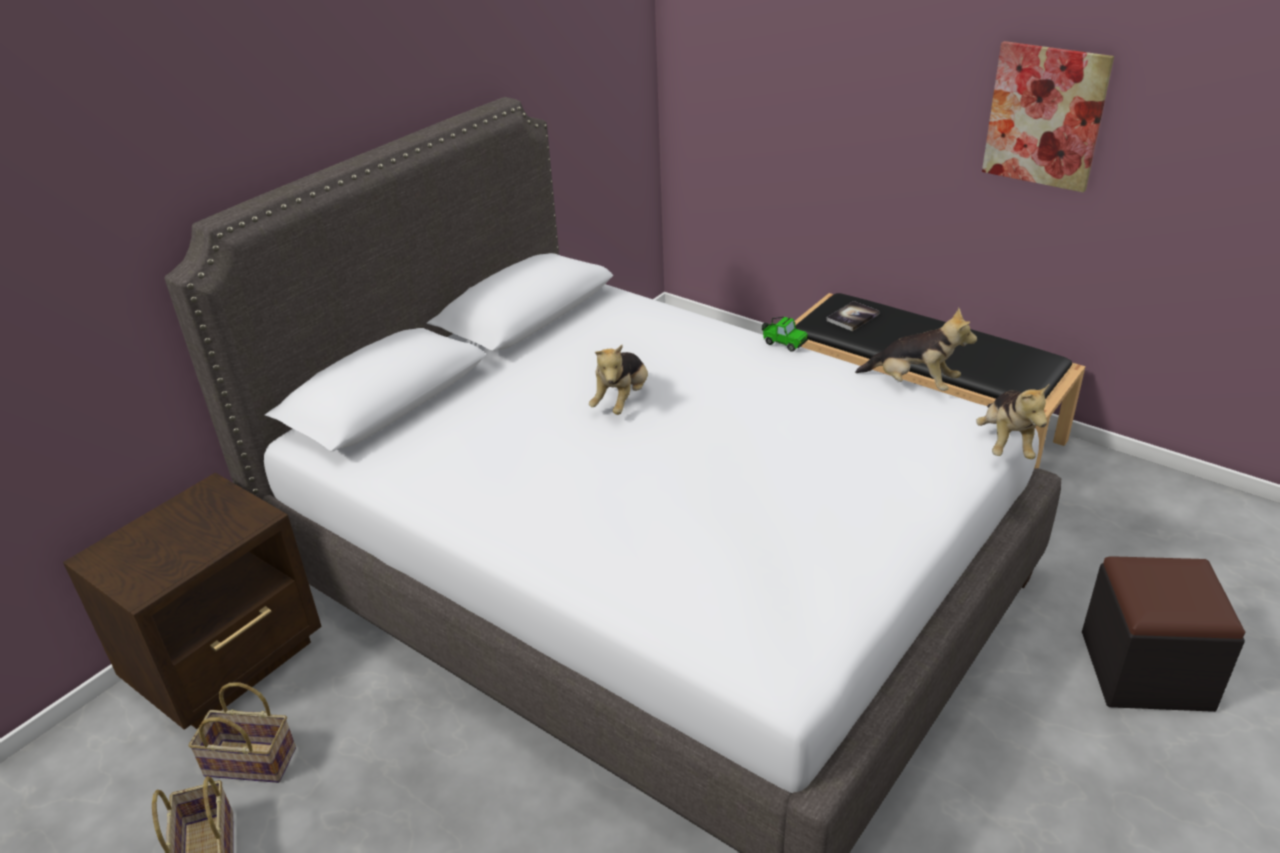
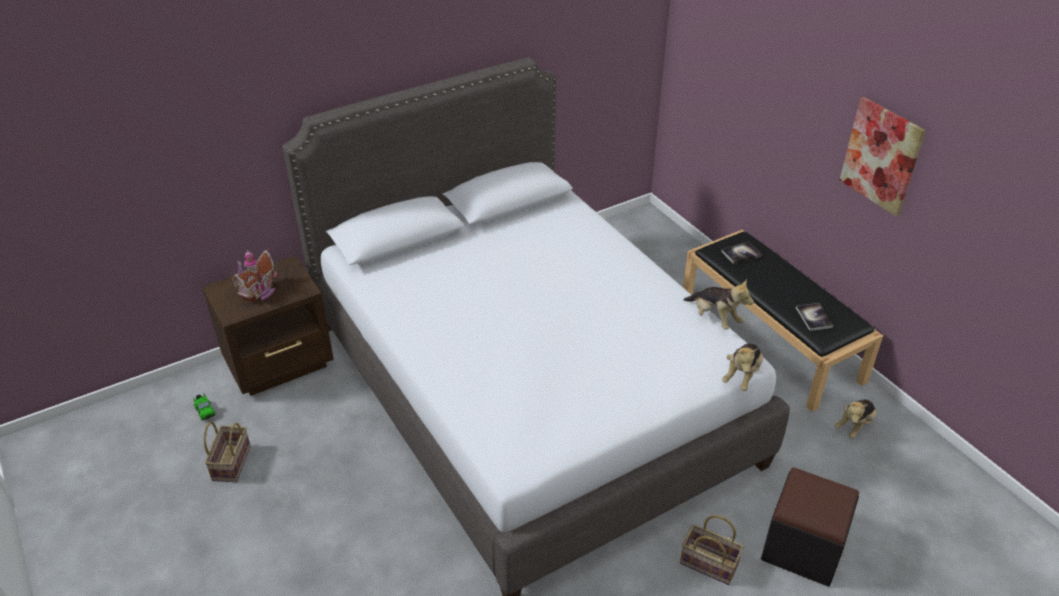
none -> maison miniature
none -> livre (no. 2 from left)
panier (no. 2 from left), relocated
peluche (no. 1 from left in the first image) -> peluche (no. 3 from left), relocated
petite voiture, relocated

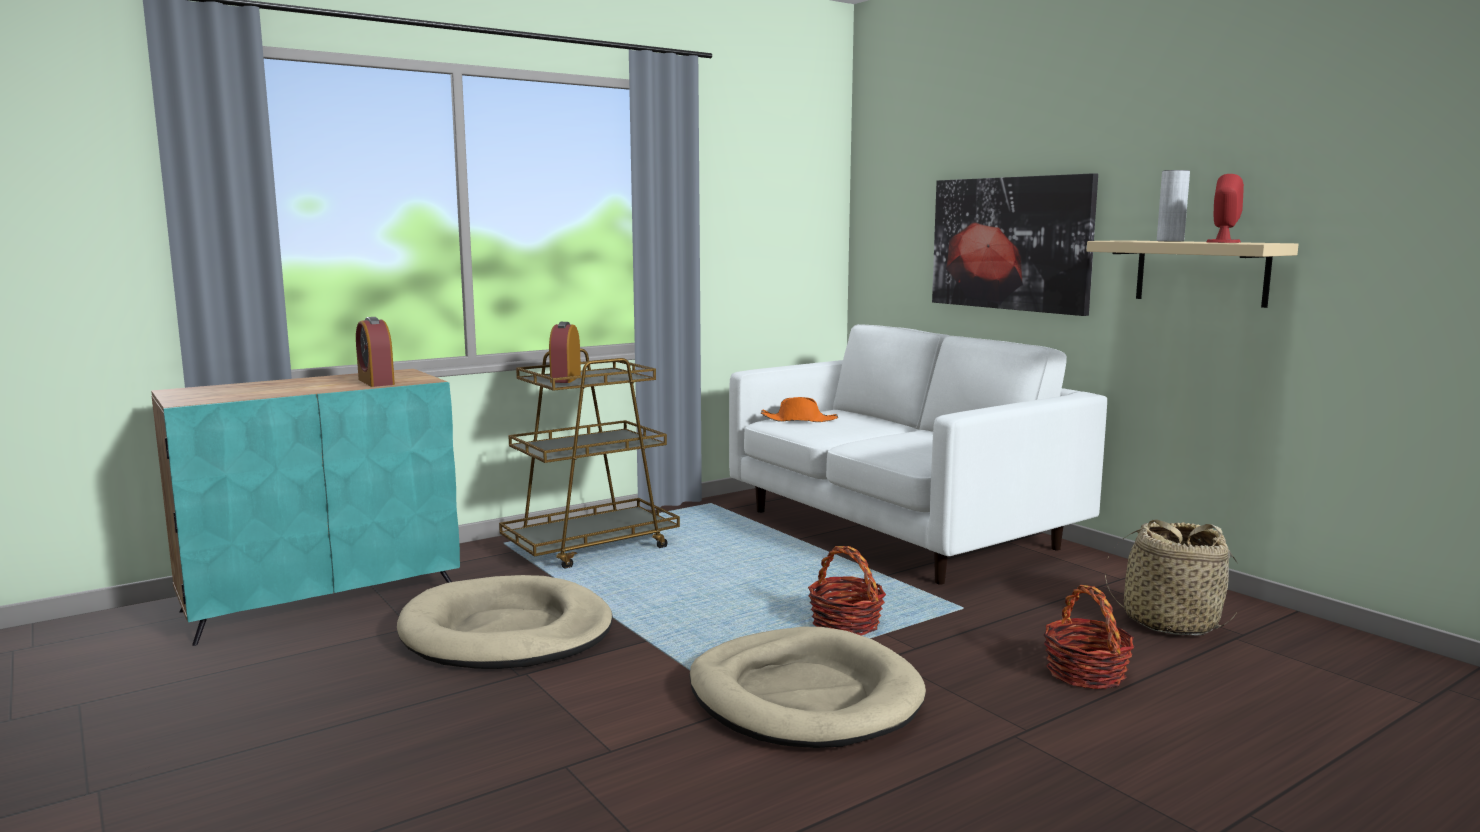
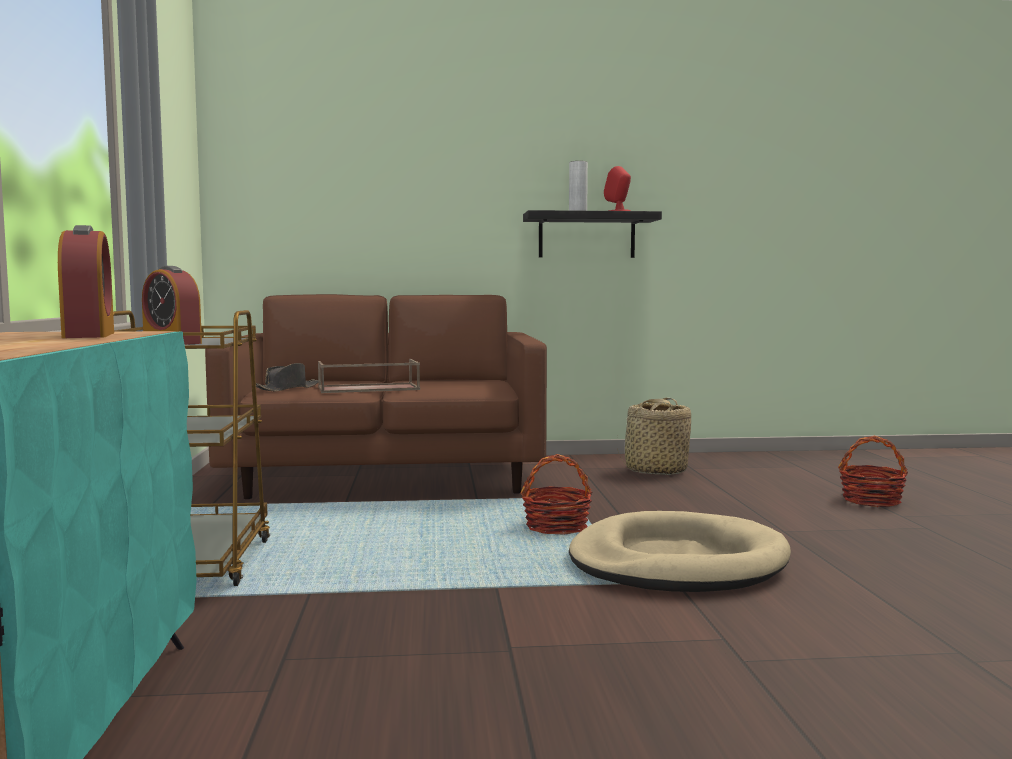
panier pour chien/beige (no. 1 from left) -> none
tableau -> none
none -> plateau/marron
panier (no. 2 from left in the first image) -> panier (no. 3 from left), relocated
canapé/blanc -> canapé/marron
chapeau/orange -> chapeau/noir
étagère/beige -> étagère/noir
réveil (no. 1 from left), 105 degrees counterclockwise

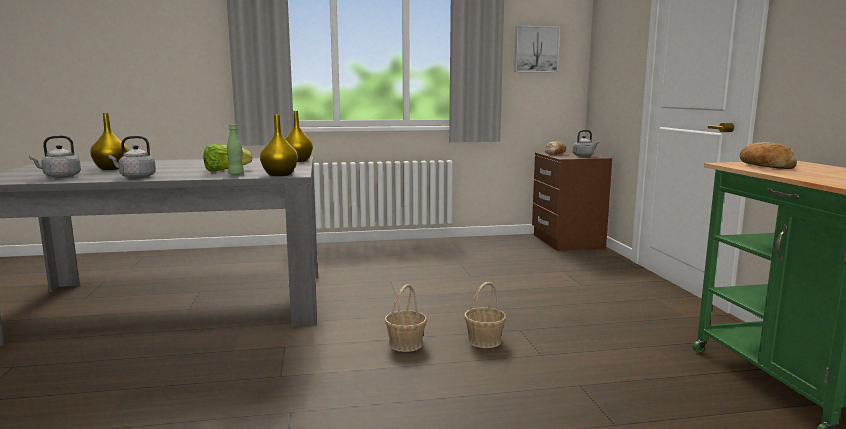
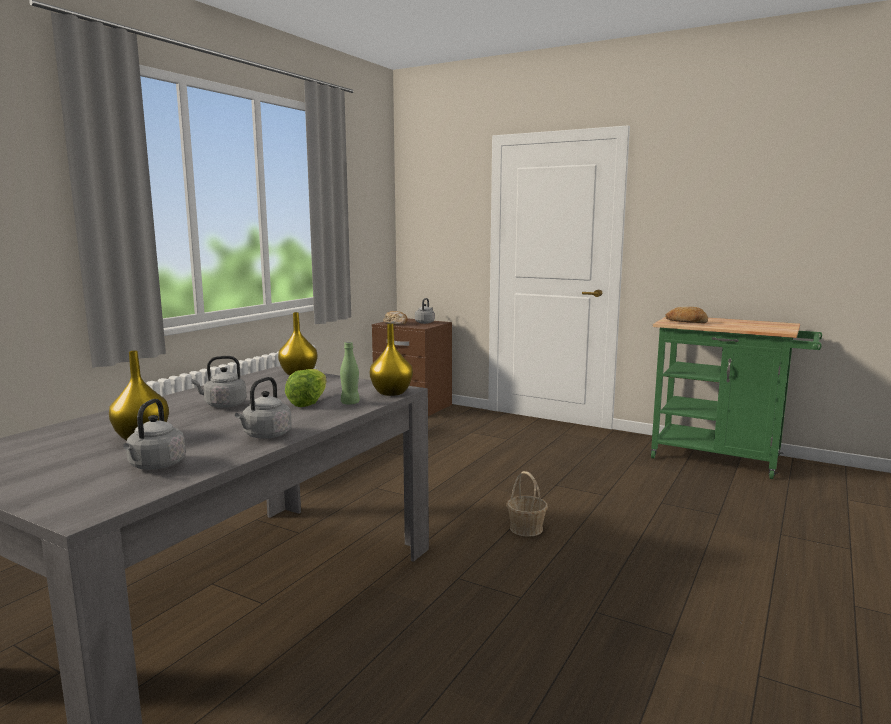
panier (no. 2 from left) -> none
tableau -> none
none -> bouilloire/gris (no. 2 from left)

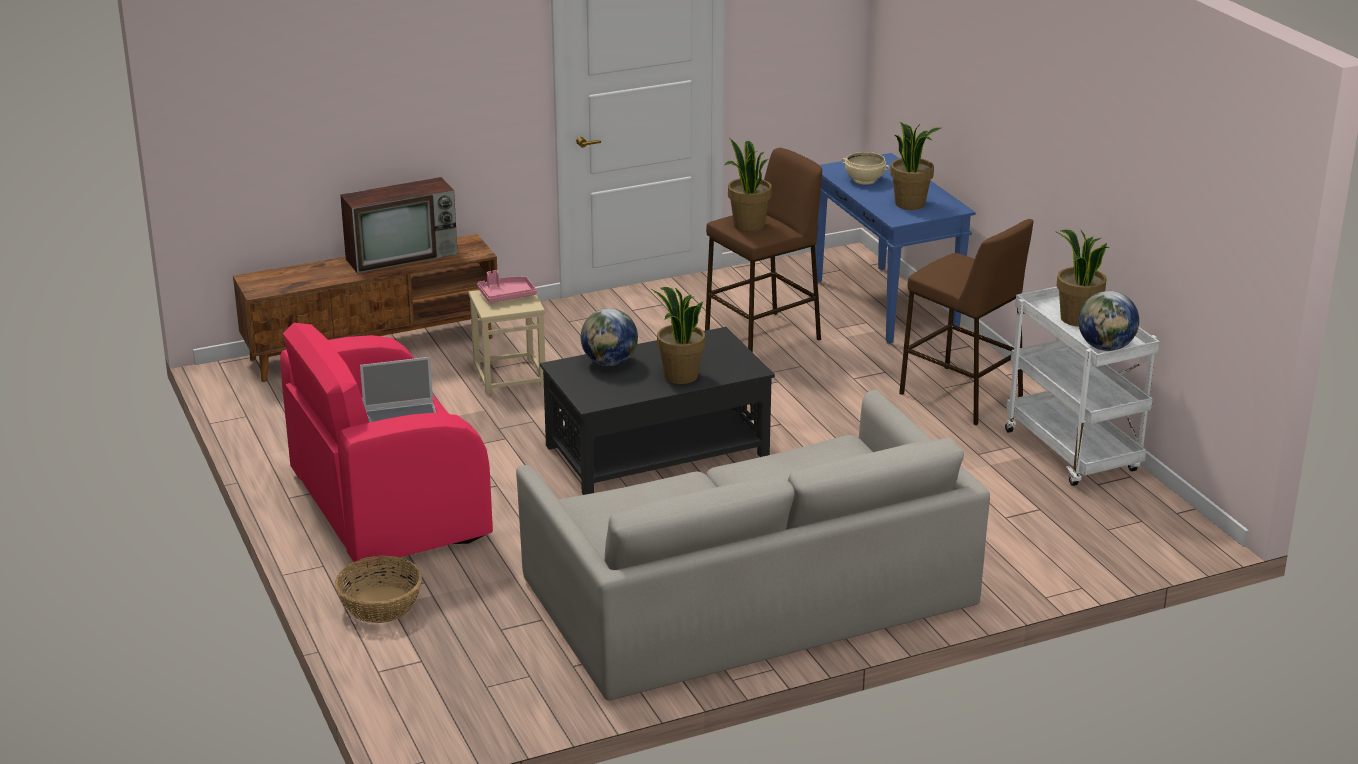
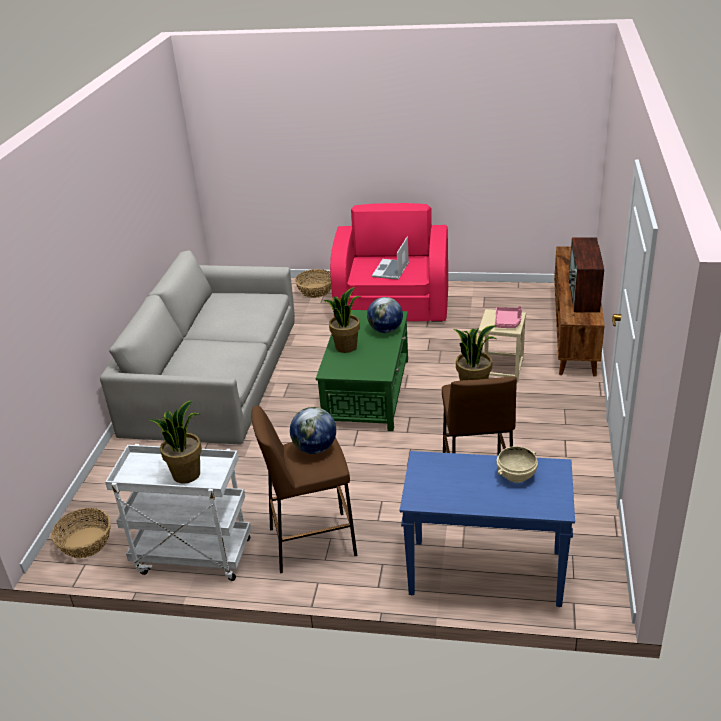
plante en pot (no. 3 from left) -> none
none -> panier (no. 1 from left)
globe (no. 2 from left in the first image) -> globe (no. 1 from left), relocated
table basse/noir -> table basse/vert

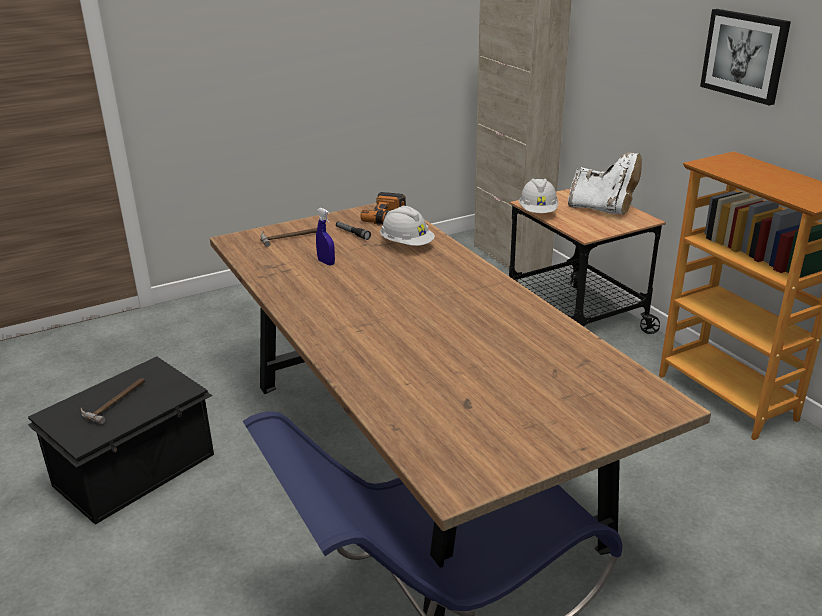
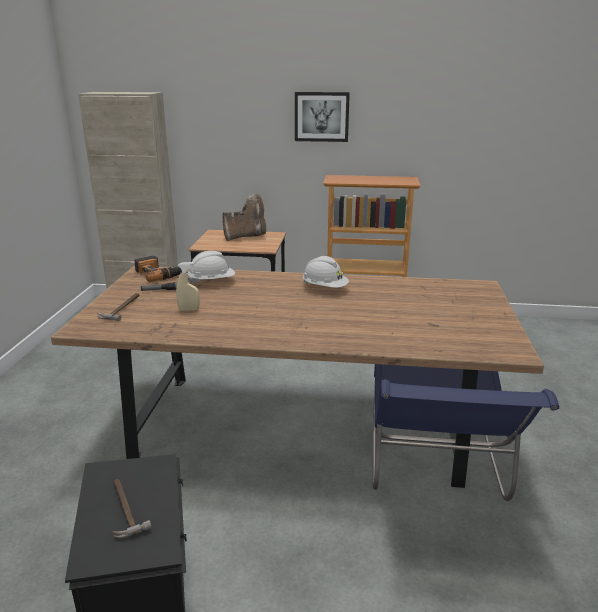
casque de chantier/blanc (no. 2 from left), relocated
vaporisateur/bleu -> vaporisateur/beige
botte/blanc -> botte/marron

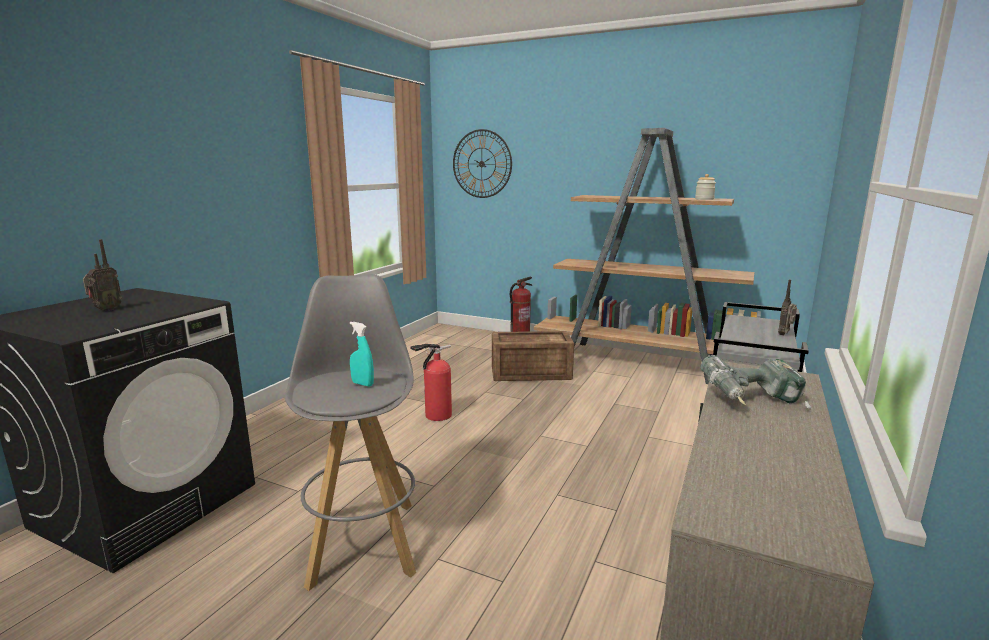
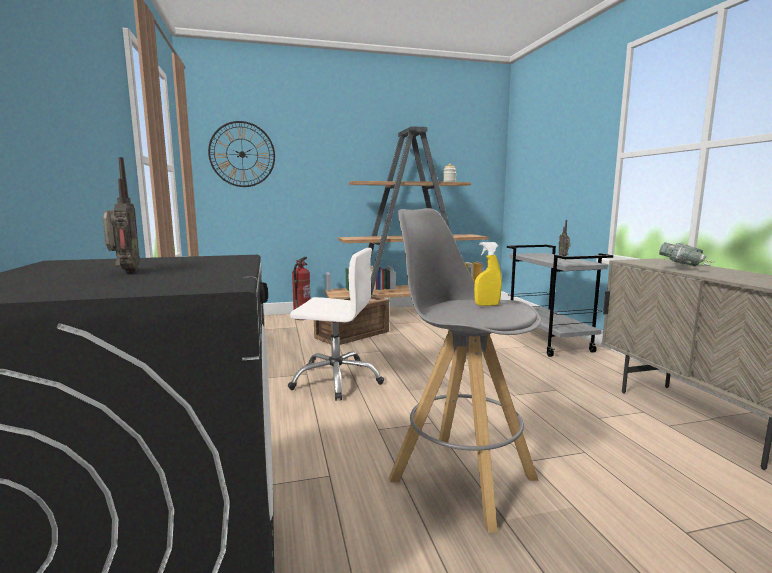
extincteur (no. 1 from left) -> chaise de bureau/blanc
vaporisateur/turquoise -> vaporisateur/jaune

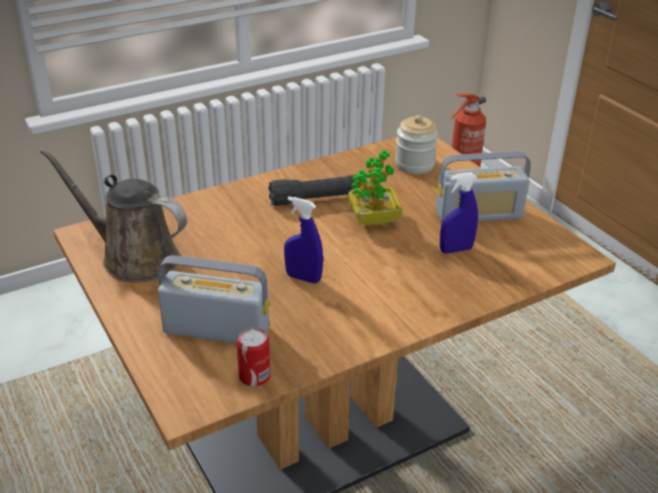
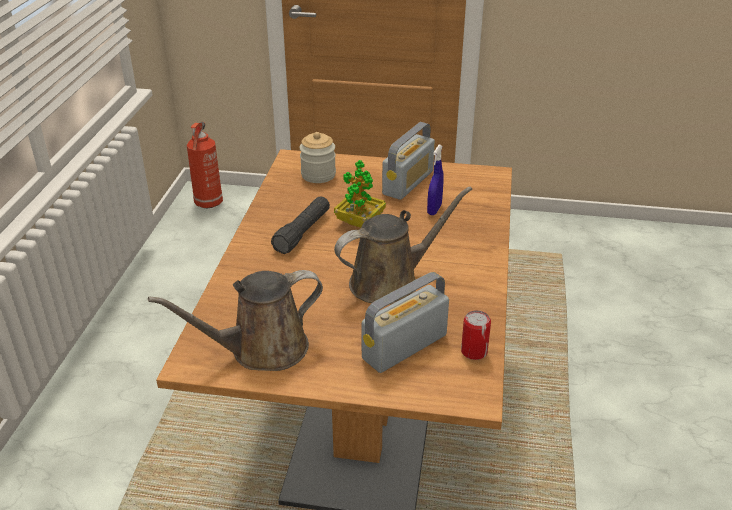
vaporisateur/bleu (no. 1 from left) -> arrosoir/marron (no. 2 from left)

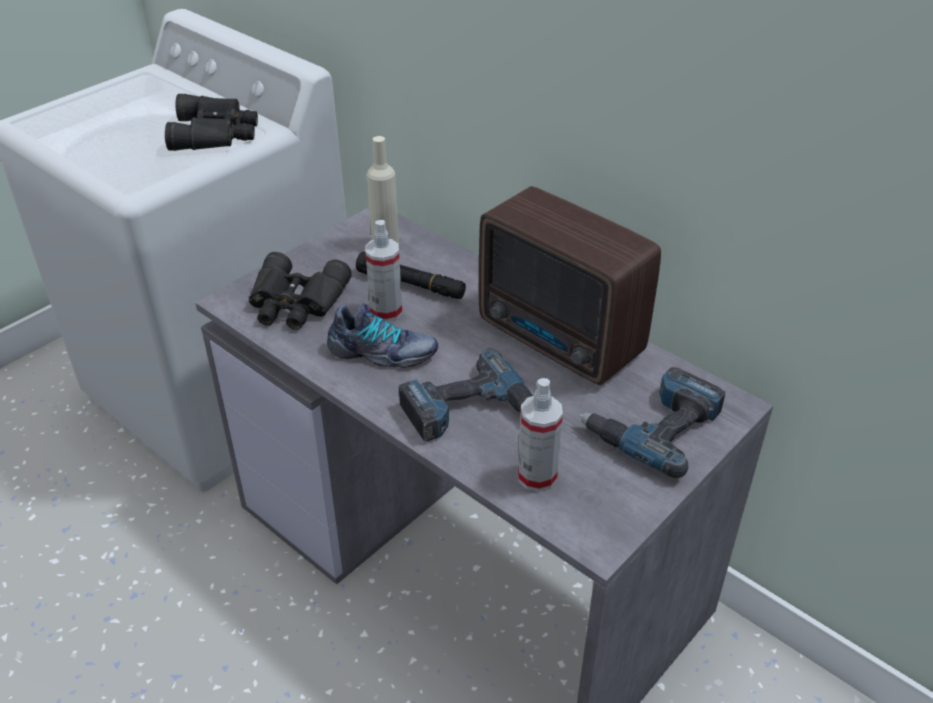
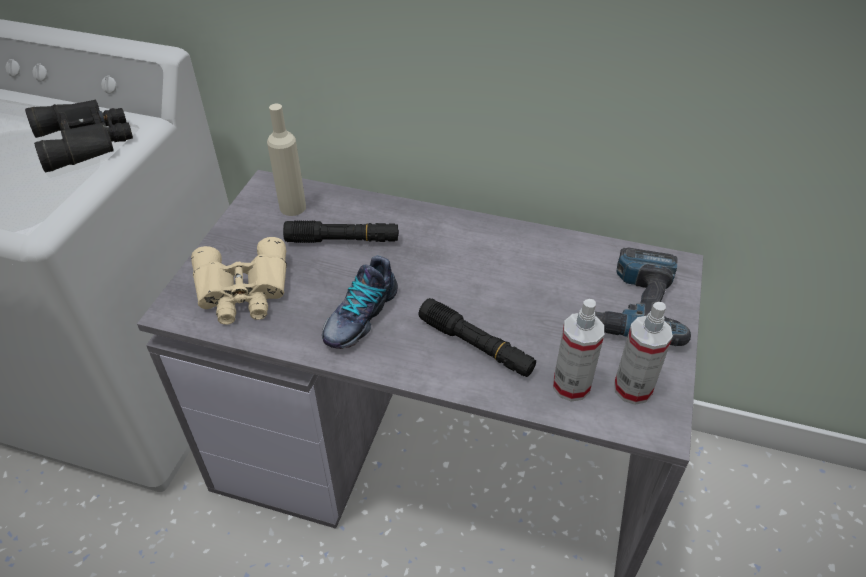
radio -> none
vaporisateur (no. 1 from left in the first image) -> vaporisateur (no. 2 from left), relocated
perceuse (no. 1 from left) -> lampe de poche/noir (no. 2 from left)
jumelles/noir (no. 2 from left) -> jumelles/beige
chaussure, 135 degrees clockwise

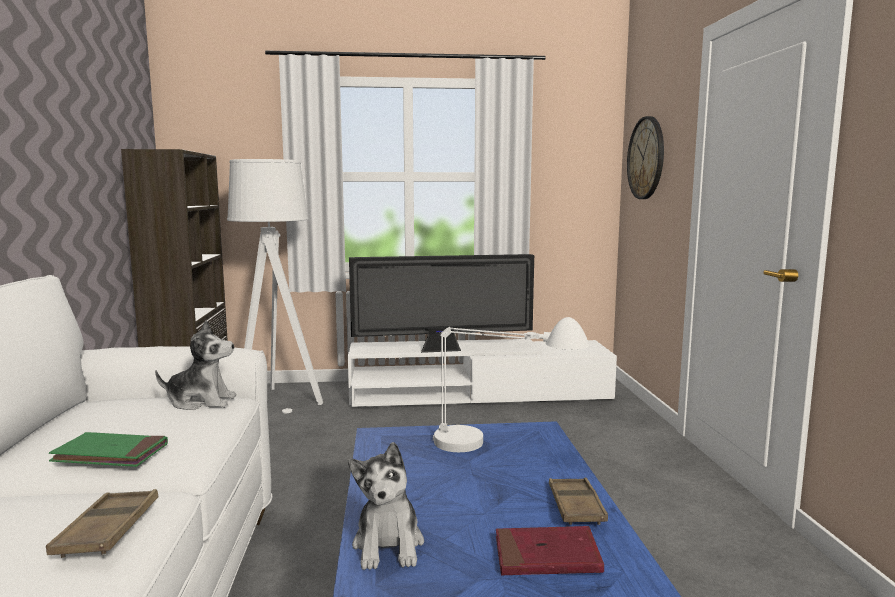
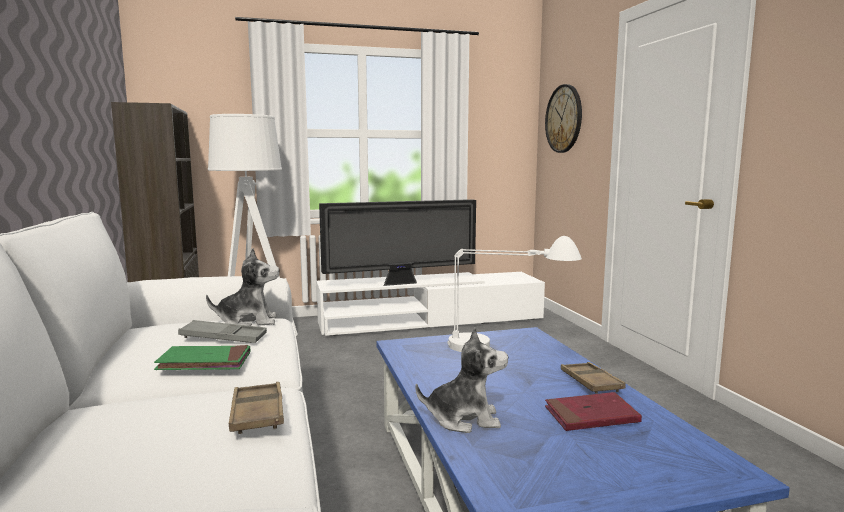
none -> plateau/gris
peluche (no. 2 from left), 75 degrees counterclockwise

